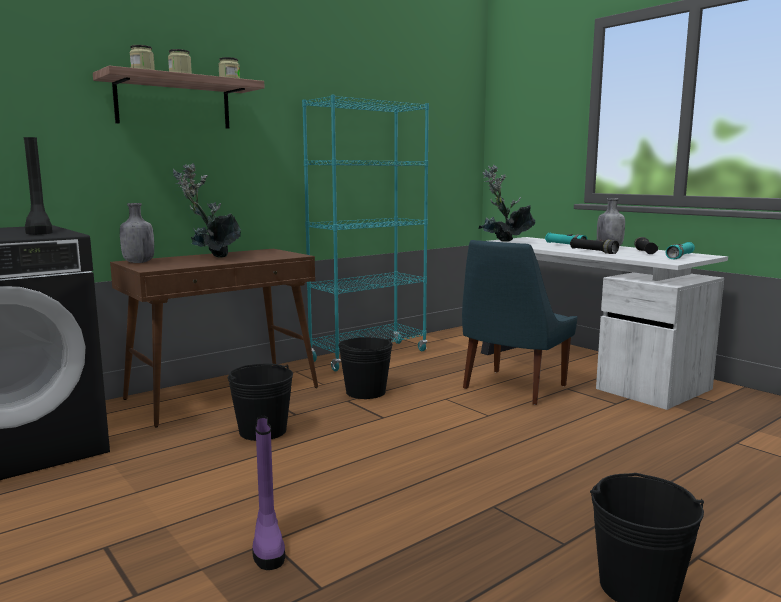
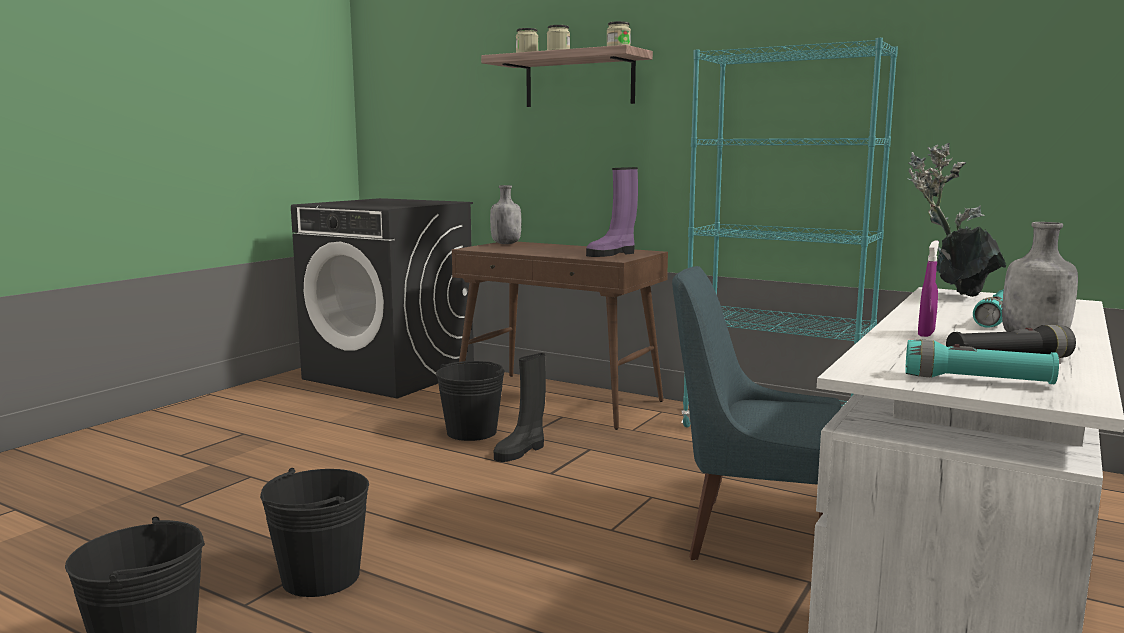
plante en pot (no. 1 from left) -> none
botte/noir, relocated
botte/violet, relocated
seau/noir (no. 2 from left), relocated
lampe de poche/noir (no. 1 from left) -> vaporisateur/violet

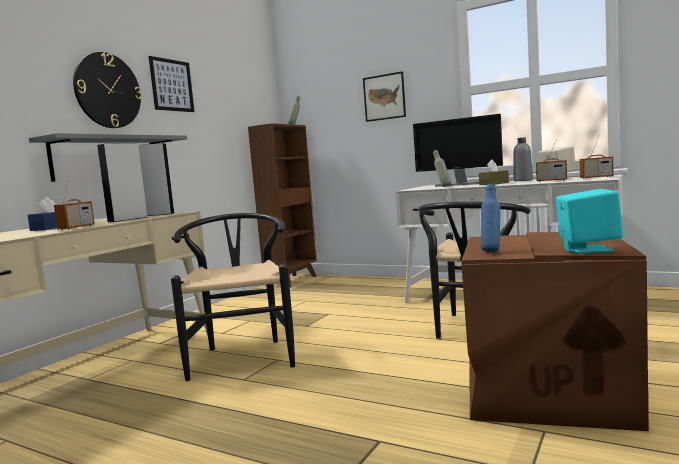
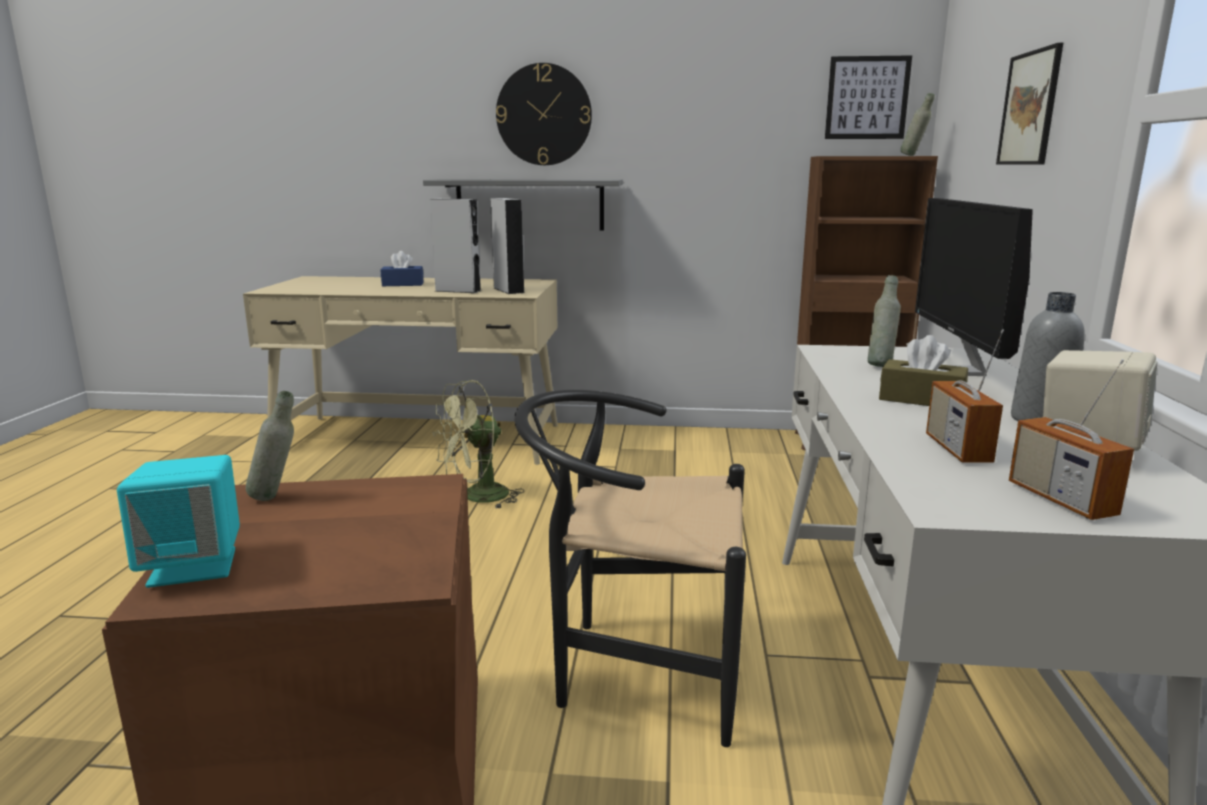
radio (no. 1 from left) -> none
tableau (no. 1 from left), relocated
chaise/noir (no. 1 from left) -> ventilateur/vert
bouteille/bleu -> bouteille/gris (no. 1 from left)

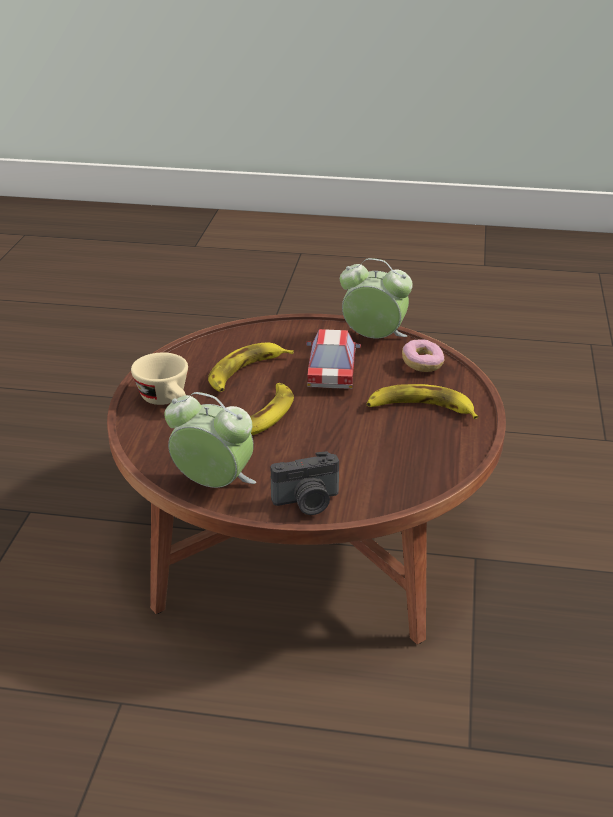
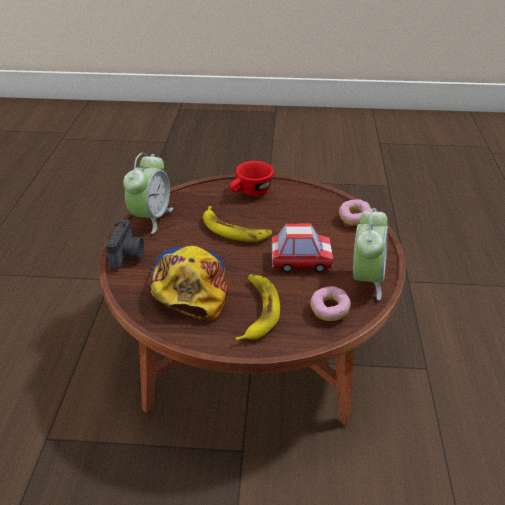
banane (no. 1 from left) -> none
none -> casquette
none -> beignet (no. 2 from left)
tasse/beige -> tasse/rouge
appareil photo, 150 degrees counterclockwise

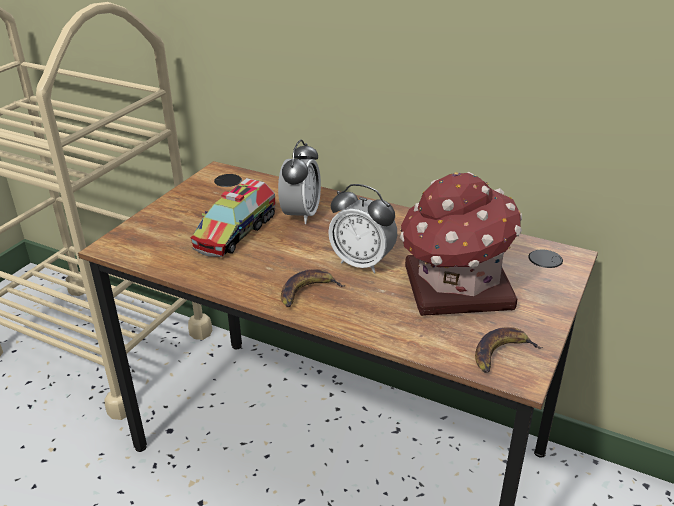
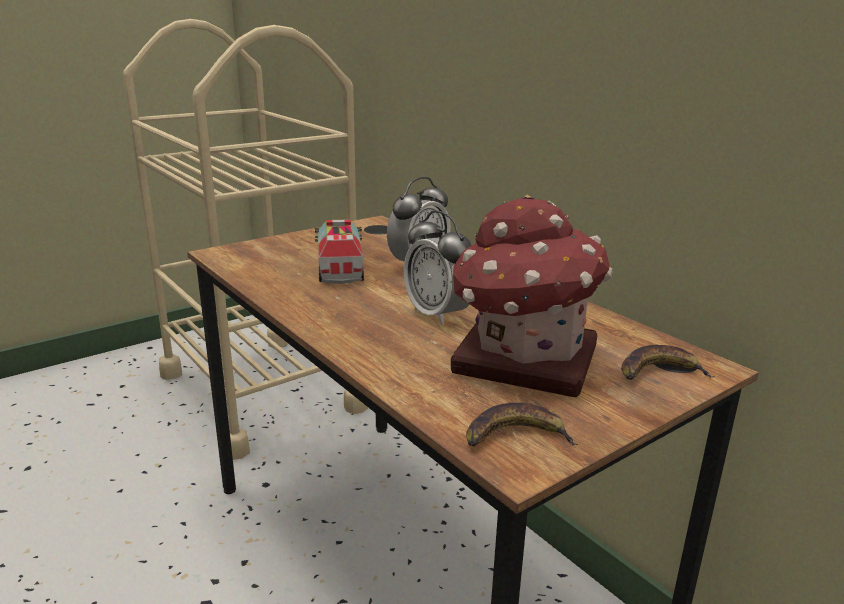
banane (no. 1 from left in the first image) -> banane (no. 2 from left), relocated
camion jouet, 120 degrees clockwise

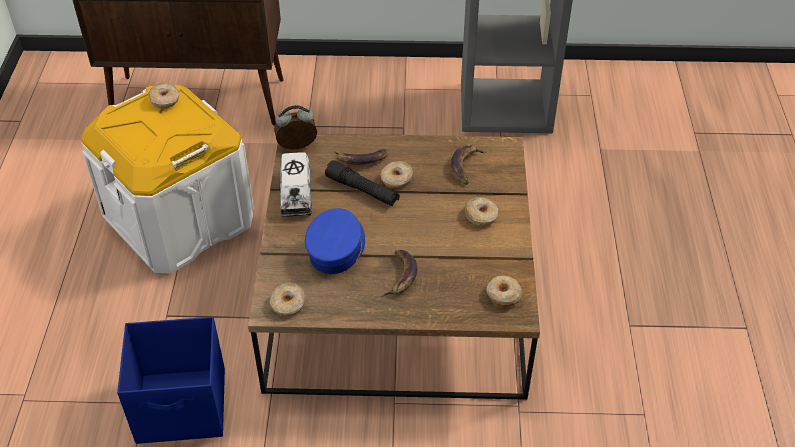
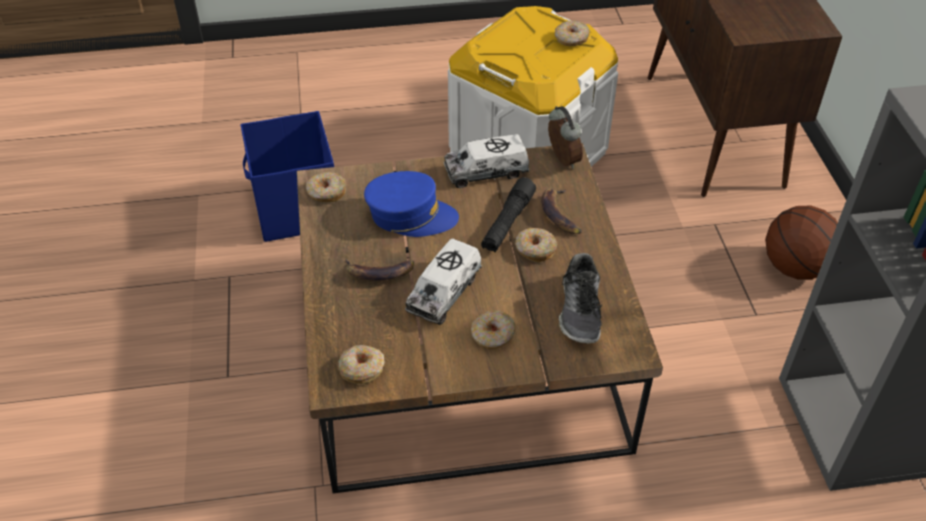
none -> camion jouet (no. 1 from left)
none -> ballon de basket
banane (no. 3 from left) -> chaussure

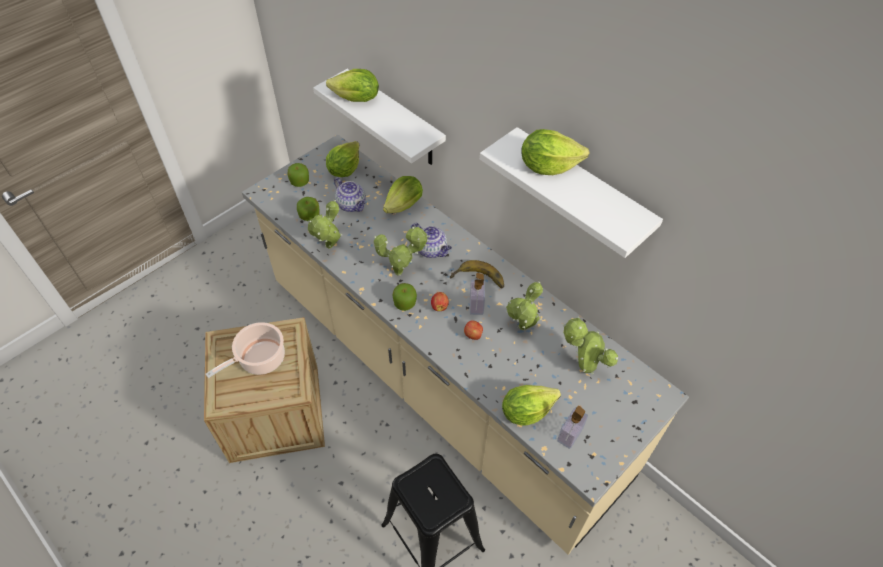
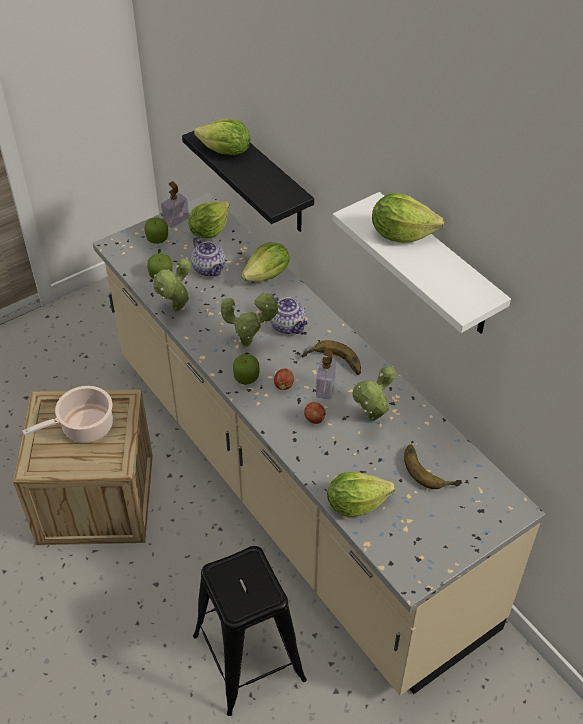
distributeur de savon (no. 2 from left in the first image) -> distributeur de savon (no. 1 from left), relocated
plante en pot (no. 4 from left) -> banane (no. 2 from left)
étagère/blanc (no. 1 from left) -> étagère/noir

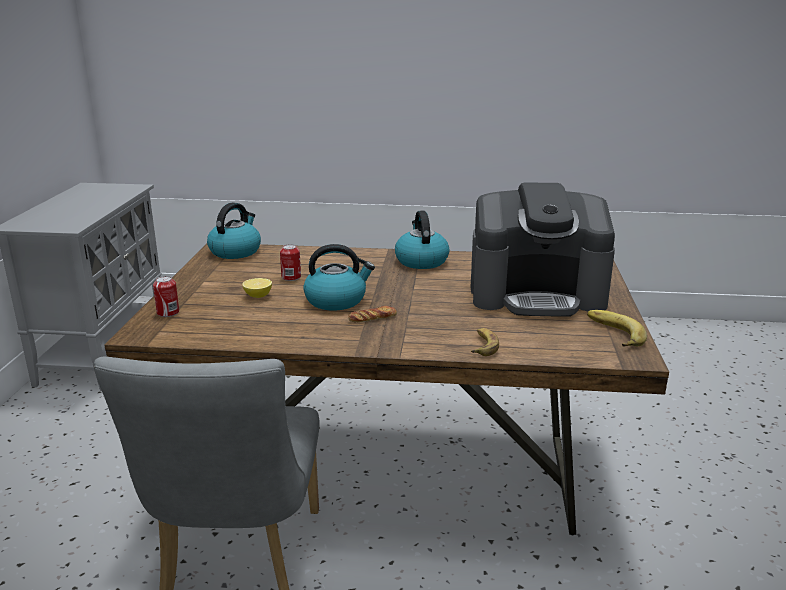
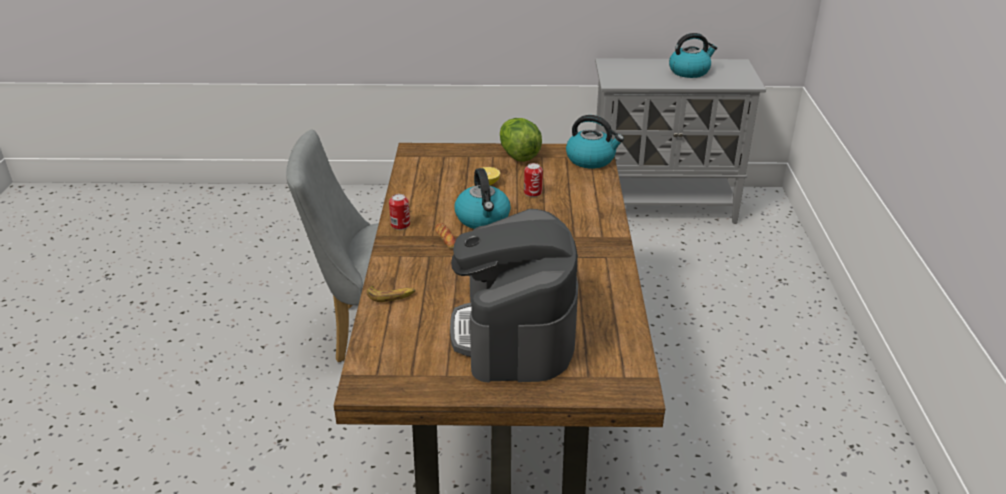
banane (no. 2 from left) -> none
none -> laitue
boîte métallique (no. 1 from left), relocated
bouilloire (no. 3 from left), relocated

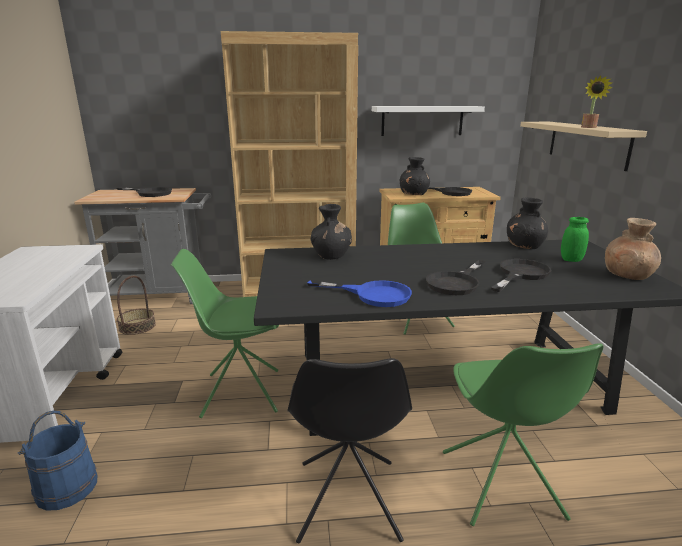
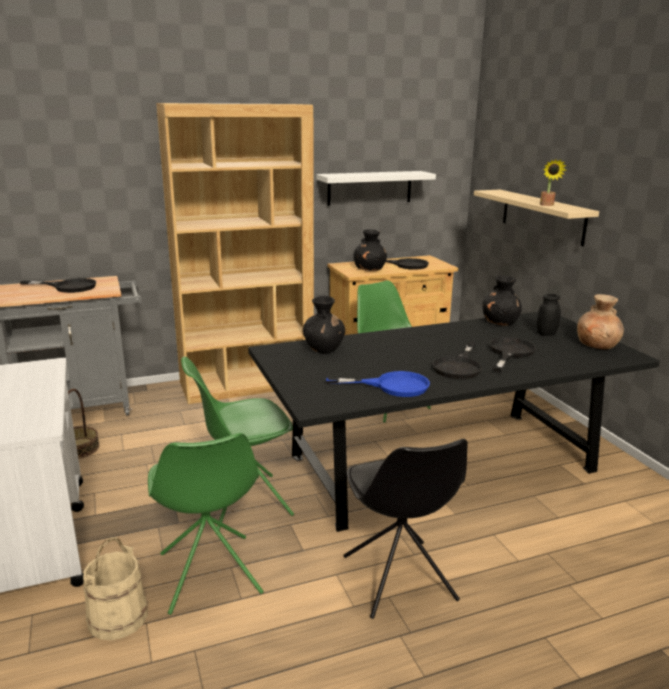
chaise/vert (no. 3 from left in the first image) -> chaise/vert (no. 1 from left), relocated
seau/bleu -> seau/beige
bocal/vert -> bocal/noir

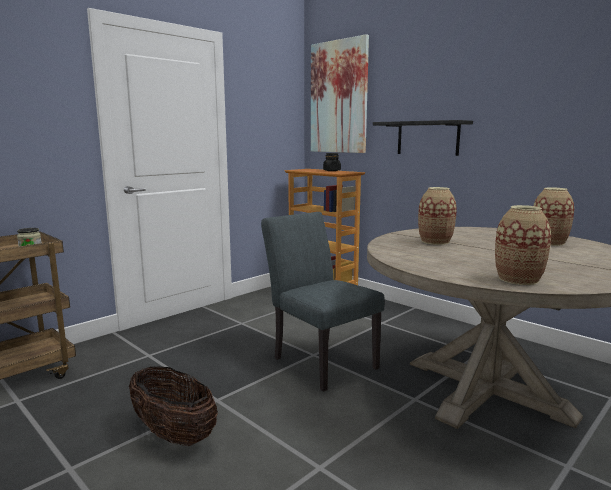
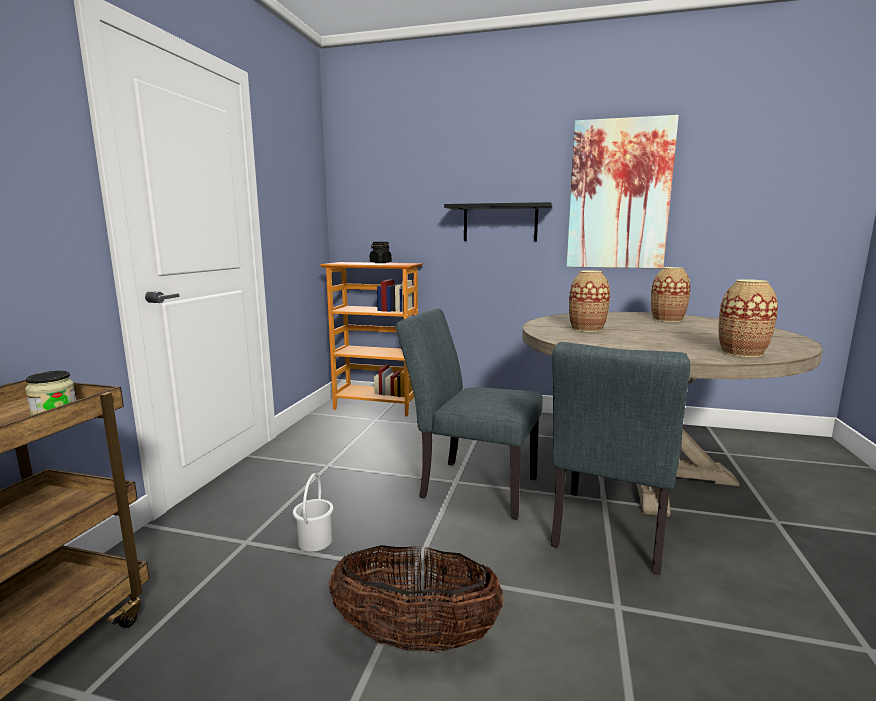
none -> seau/blanc
none -> chaise/gris (no. 2 from left)
tableau, relocated

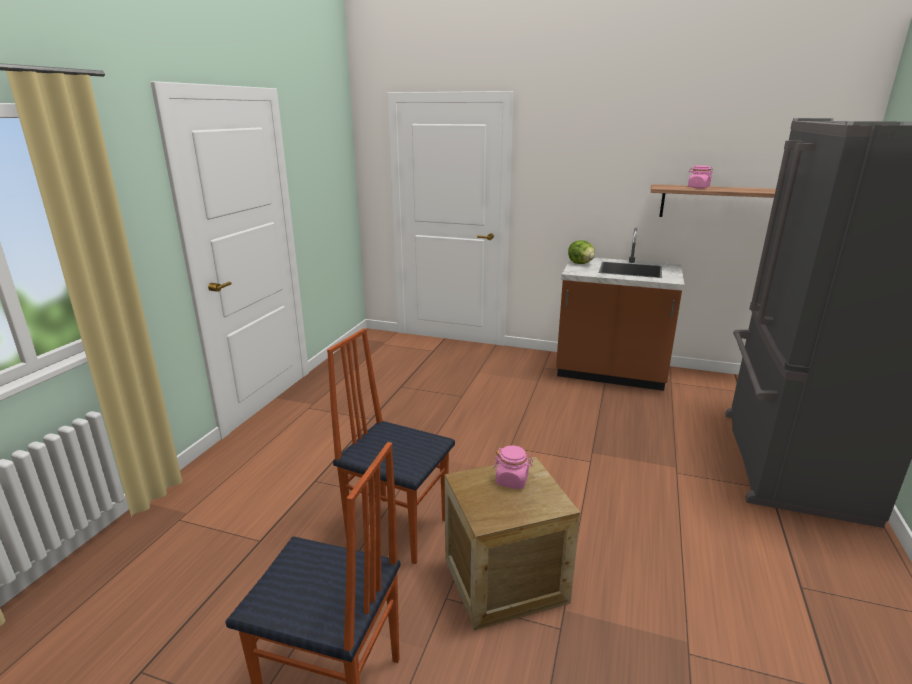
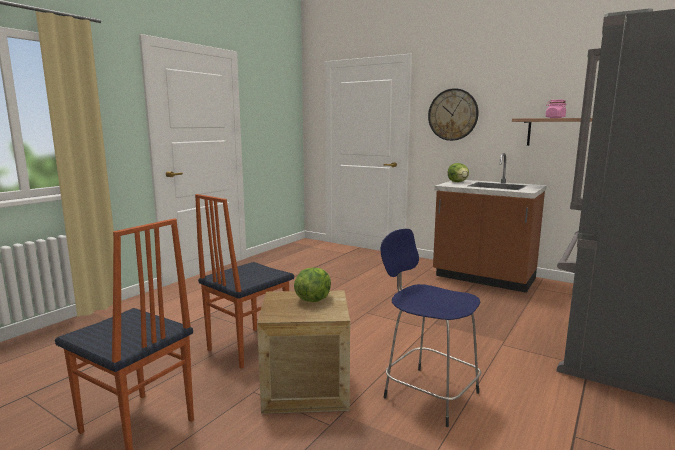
none -> tabouret/bleu
none -> horloge murale
bocal/rose (no. 1 from left) -> laitue (no. 1 from left)
chaise (no. 2 from left), 90 degrees counterclockwise

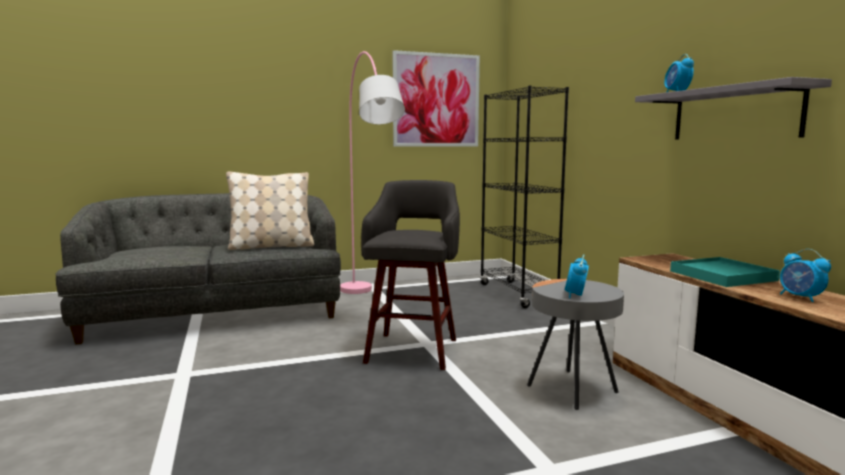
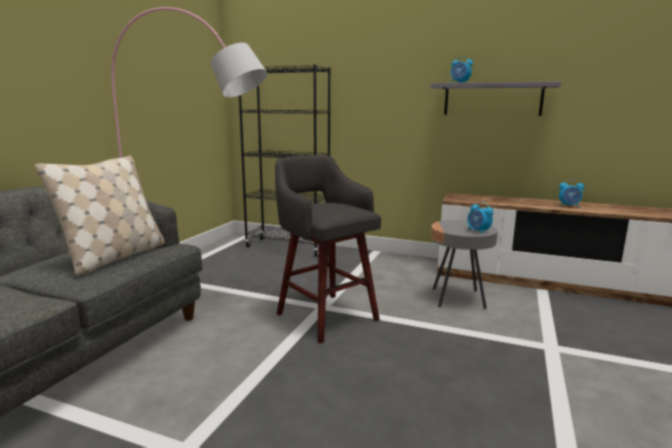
tableau -> none
plateau/turquoise -> none

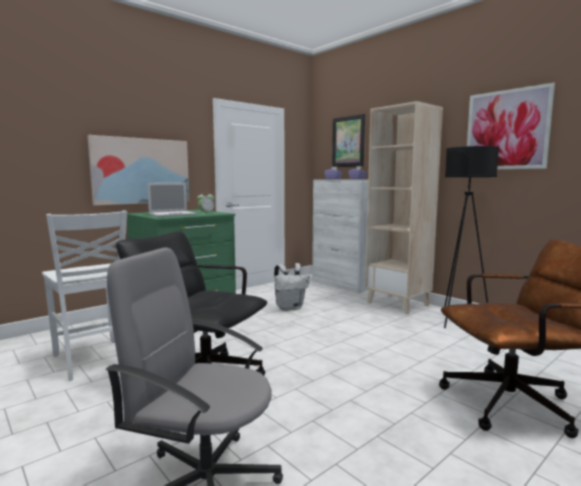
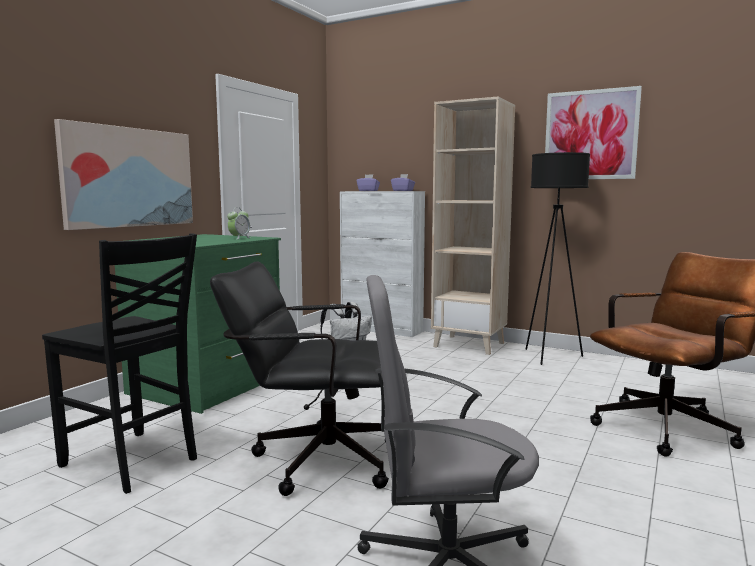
ordinateur portable -> none
tableau (no. 2 from left) -> none
chaise/blanc -> chaise/noir

